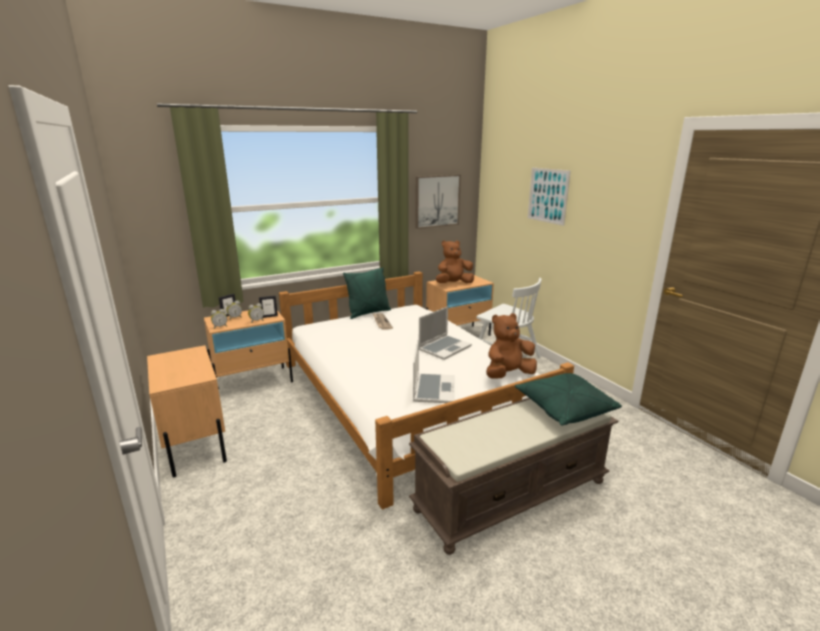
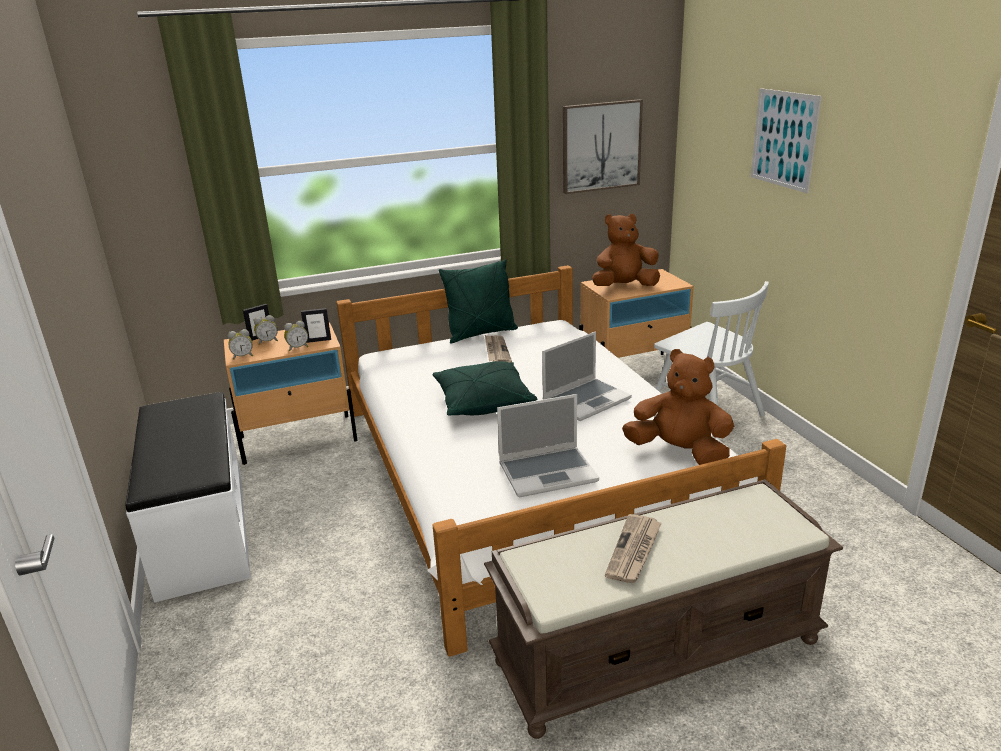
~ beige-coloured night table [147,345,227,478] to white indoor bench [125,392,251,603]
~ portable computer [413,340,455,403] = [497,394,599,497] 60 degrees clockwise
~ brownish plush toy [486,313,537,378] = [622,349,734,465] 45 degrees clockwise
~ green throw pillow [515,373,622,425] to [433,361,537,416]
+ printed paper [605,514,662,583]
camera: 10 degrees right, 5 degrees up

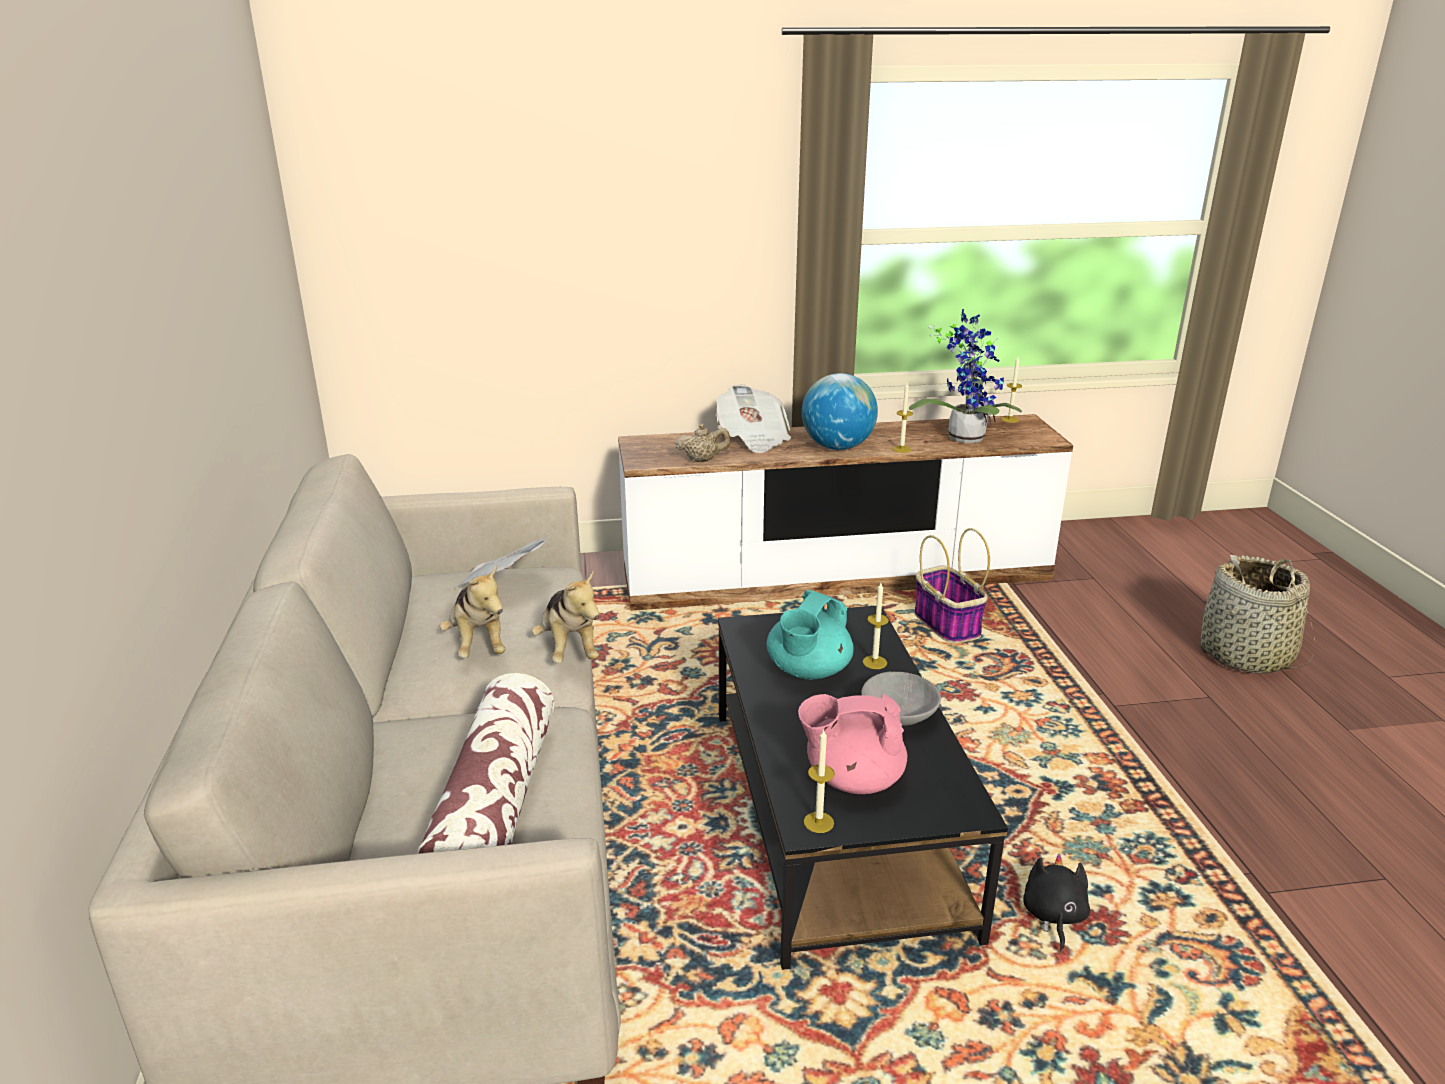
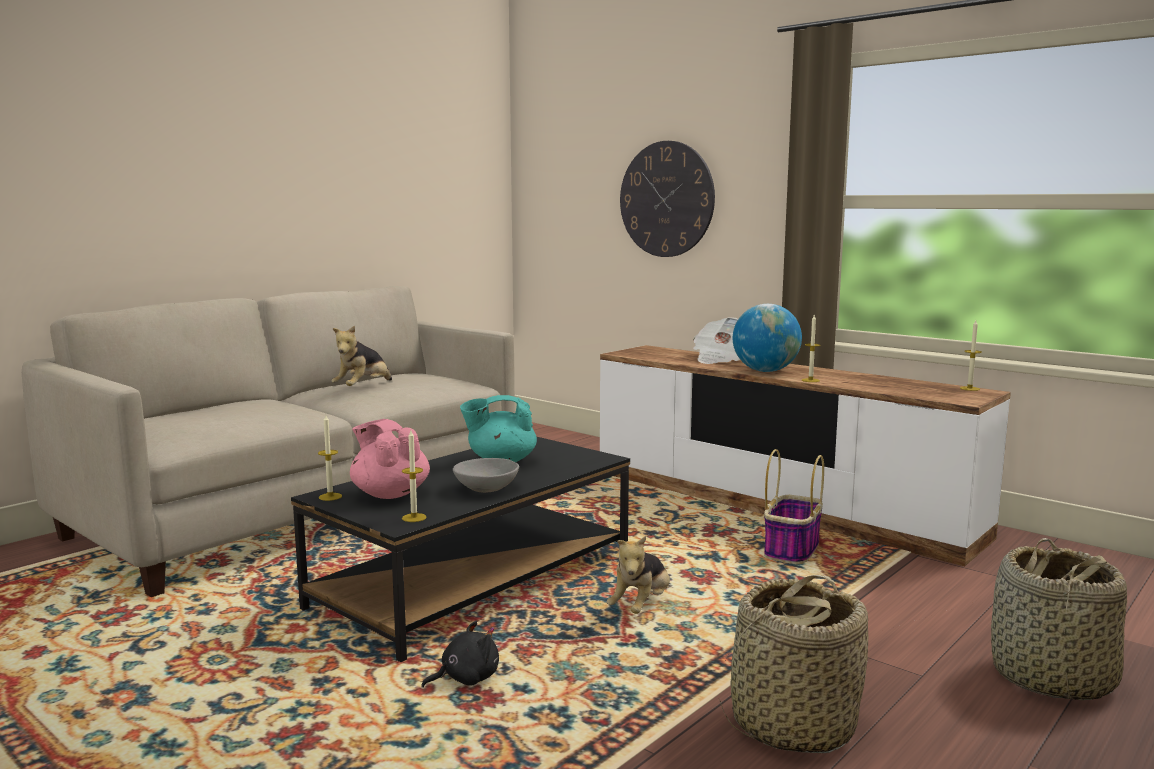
- throw pillow [416,673,554,854]
- printed paper [455,536,548,587]
~ plush toy [532,571,599,663] to [606,536,670,614]
- beige-coloured pot for tea [675,424,731,462]
~ wax candle [863,583,889,669] to [402,431,426,522]
- plant in a pot [909,309,1022,443]
+ hanging clock [620,141,715,257]
+ storage basket [719,575,868,753]
camera: 50 degrees right, 15 degrees down

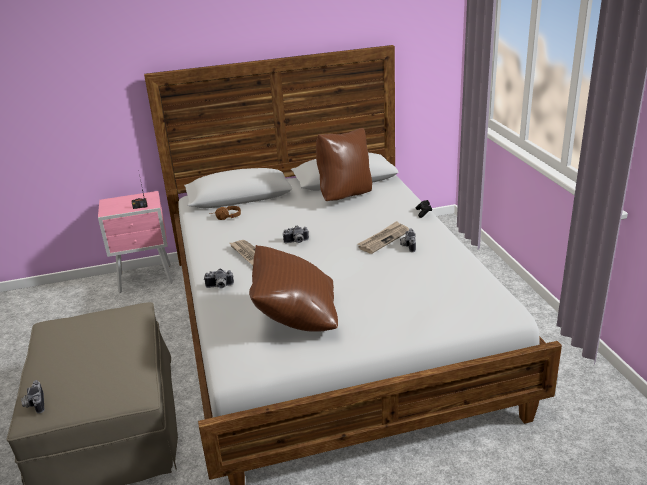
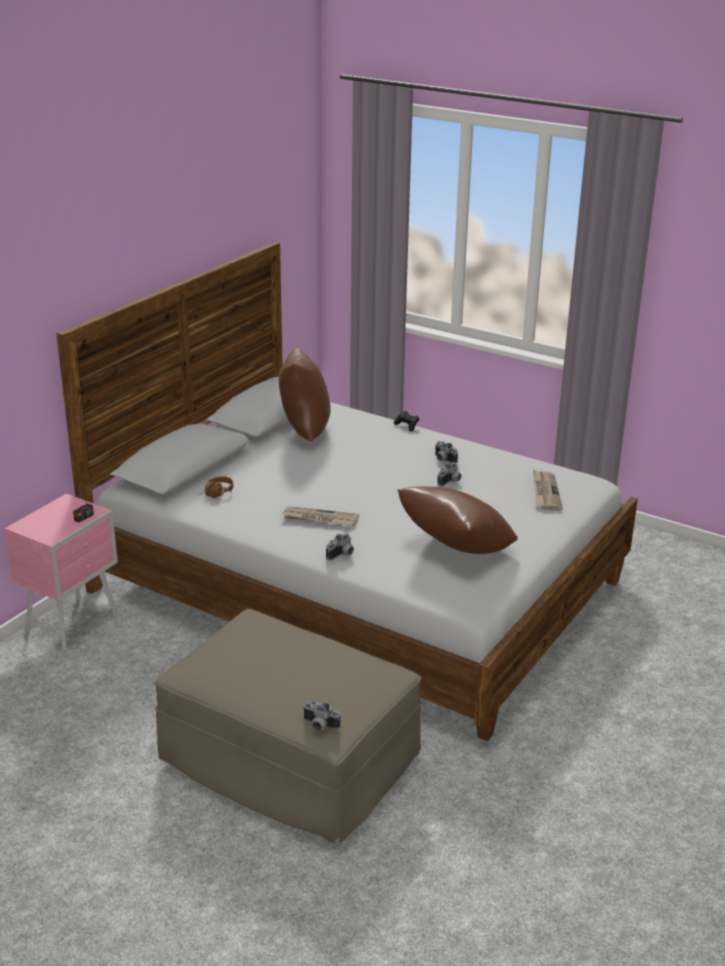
~ photo camera [283,226,309,243] to [437,462,462,487]
~ printed paper [358,221,409,254] to [533,470,563,510]
camera: 45 degrees left, 0 degrees up

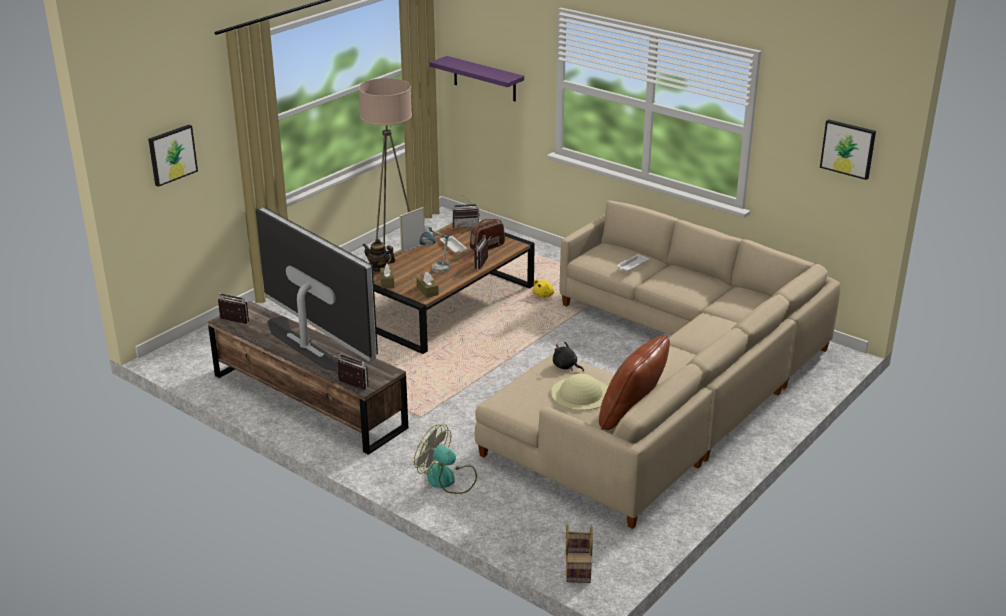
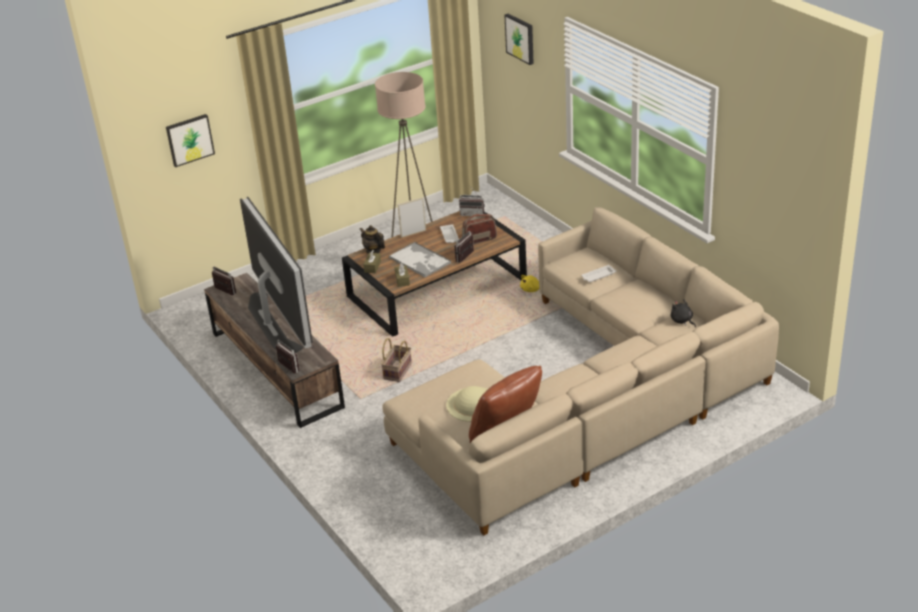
- electric fan [414,424,477,494]
~ tabletop lamp [419,225,449,273] to carrying tray [389,242,451,277]
- purple-coloured shelf [430,56,524,101]
~ black-coloured plush toy [553,342,584,371] to [671,299,696,327]
~ storage basket [565,524,593,583] to [381,338,412,383]
~ picture [820,119,876,180] to [504,14,534,65]
camera: 20 degrees right, 5 degrees up

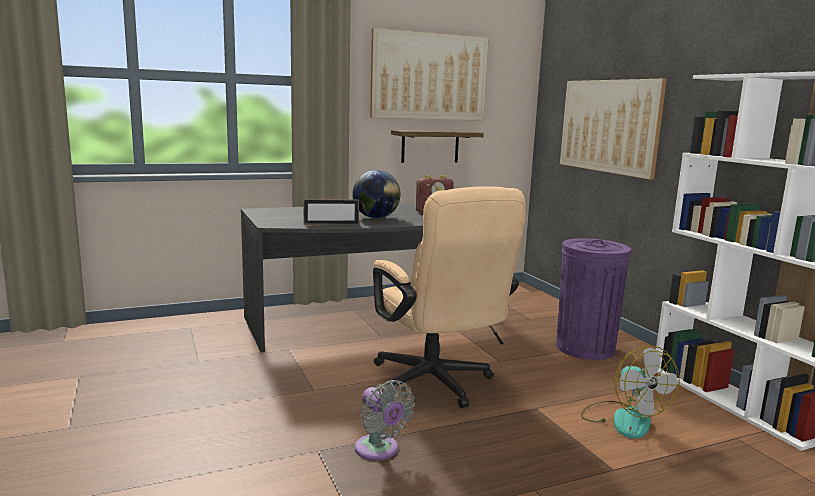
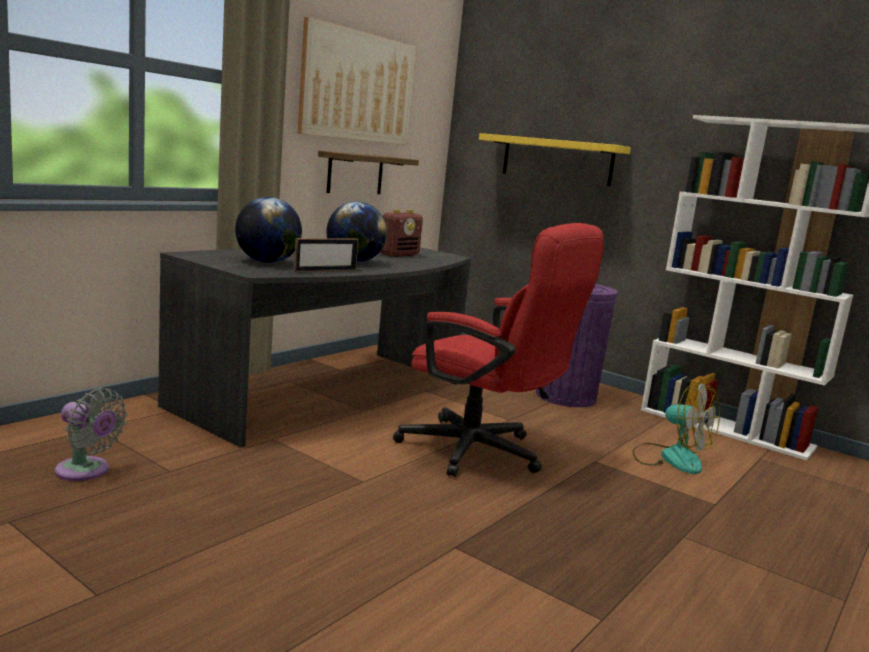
~ greyish electric fan [355,380,415,461] to [55,388,127,481]
~ beige-coloured computer chair [373,186,526,408] to red computer chair [393,223,604,477]
~ picture [560,79,667,180] to yellow-coloured shelf [479,133,631,186]
+ world globe [235,197,302,263]
camera: 30 degrees left, 0 degrees up

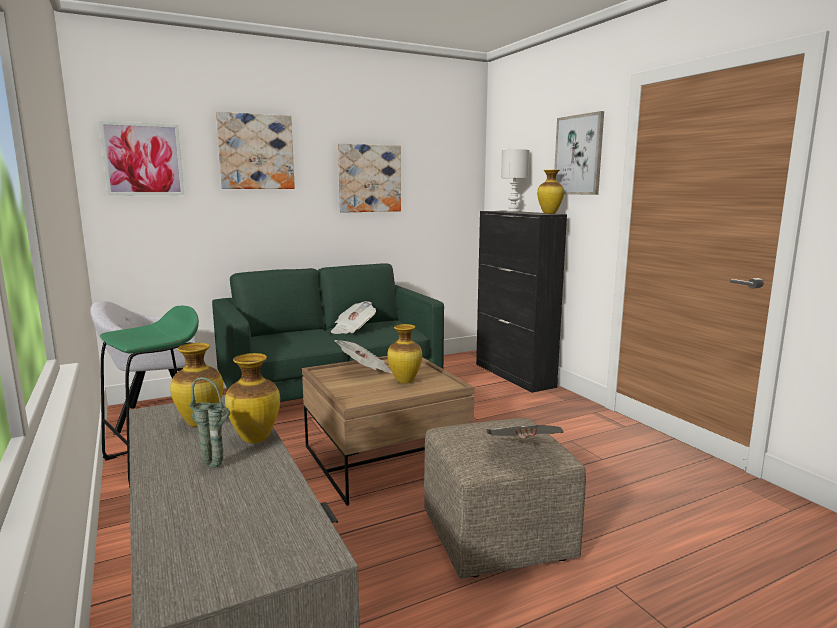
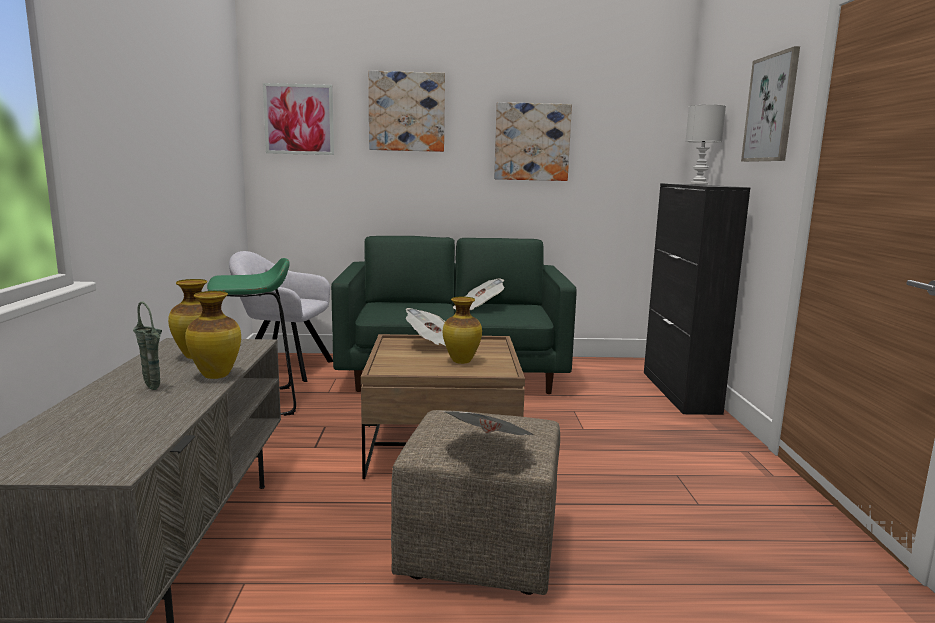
- decorative vase [537,170,564,214]
camera: 25 degrees right, 0 degrees up

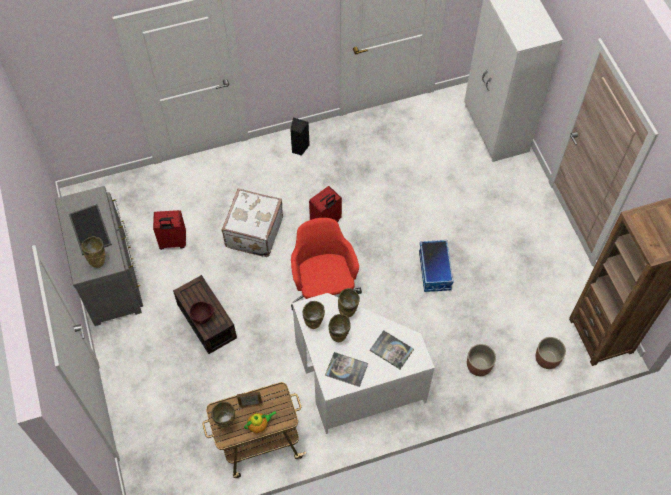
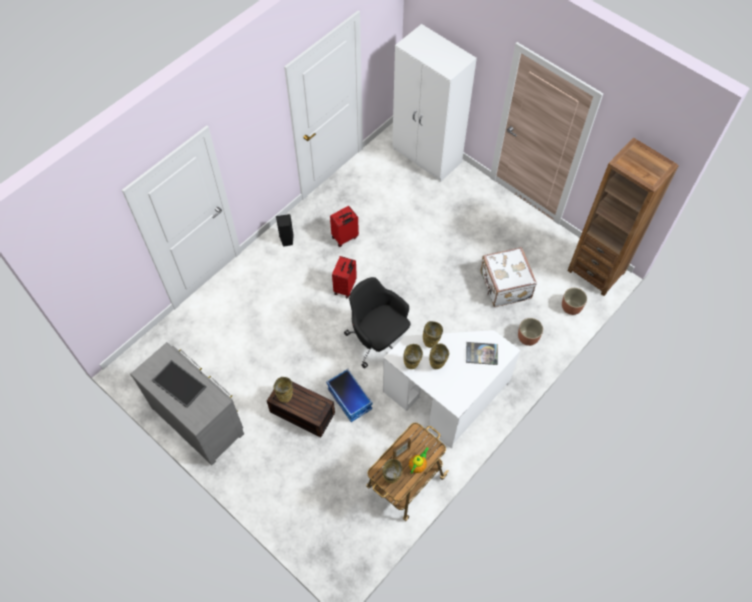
~ beige-coloured decorative vase [81,236,105,268] to [273,377,293,403]
~ red travel case [153,210,186,250] to [330,206,359,247]
- brownish serving bowl [189,301,214,324]
~ white travel case [222,188,283,257] to [480,247,537,307]
~ red computer chair [291,218,362,310] to black-coloured computer chair [344,277,411,369]
- bound book [325,352,368,387]
~ storage bin [419,240,454,292] to [326,369,372,422]
camera: 30 degrees left, 0 degrees up

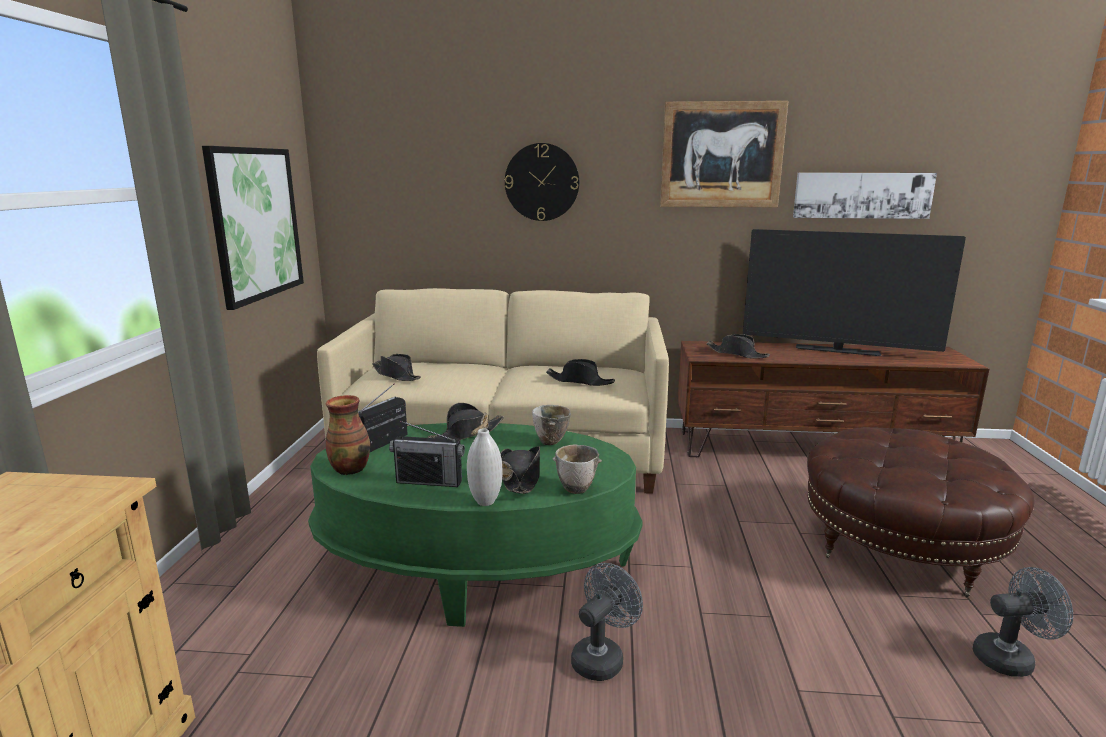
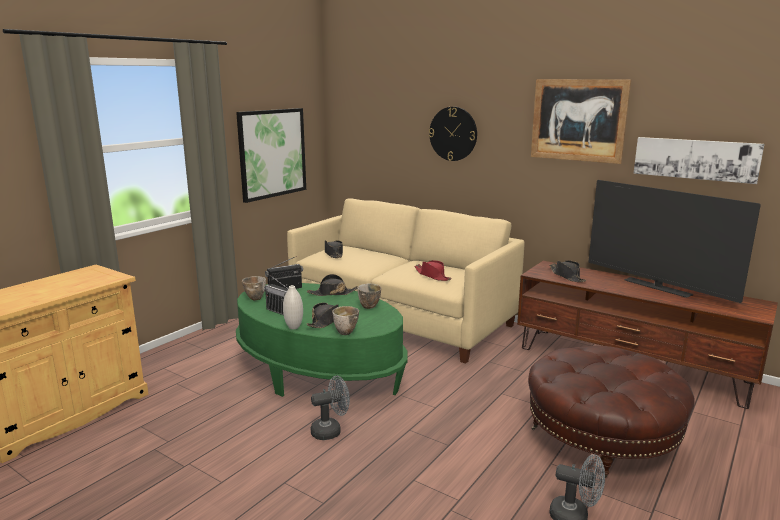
~ decorative vase [326,395,370,475] to serving bowl [242,276,266,301]
~ black-coloured wearable hat [546,359,615,386] to red wearable hat [414,260,452,281]
camera: 30 degrees right, 0 degrees up

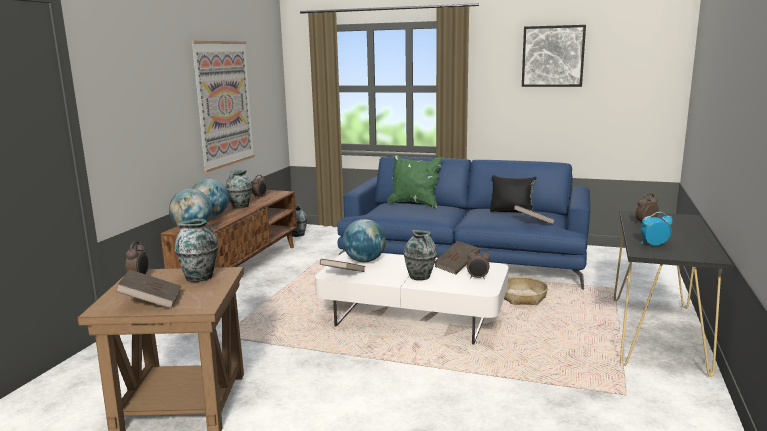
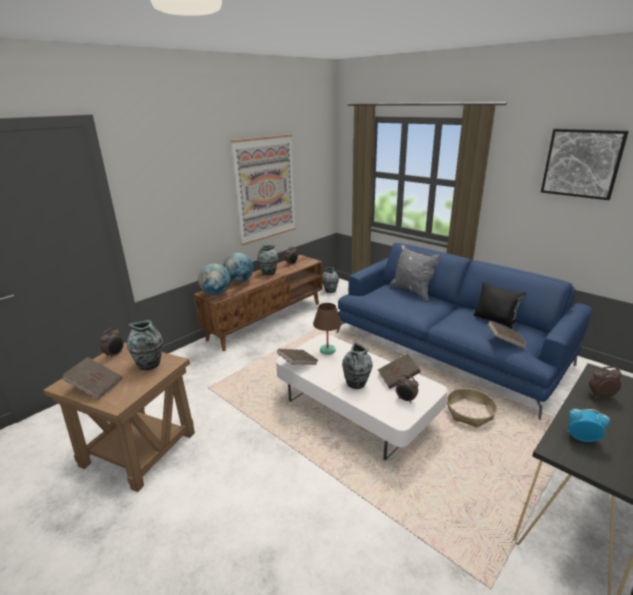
~ world globe [343,219,386,262] to brownish tabletop lamp [313,303,342,355]
~ green throw pillow [387,154,443,209] to greyish throw pillow [390,244,441,301]
camera: 25 degrees right, 10 degrees up

